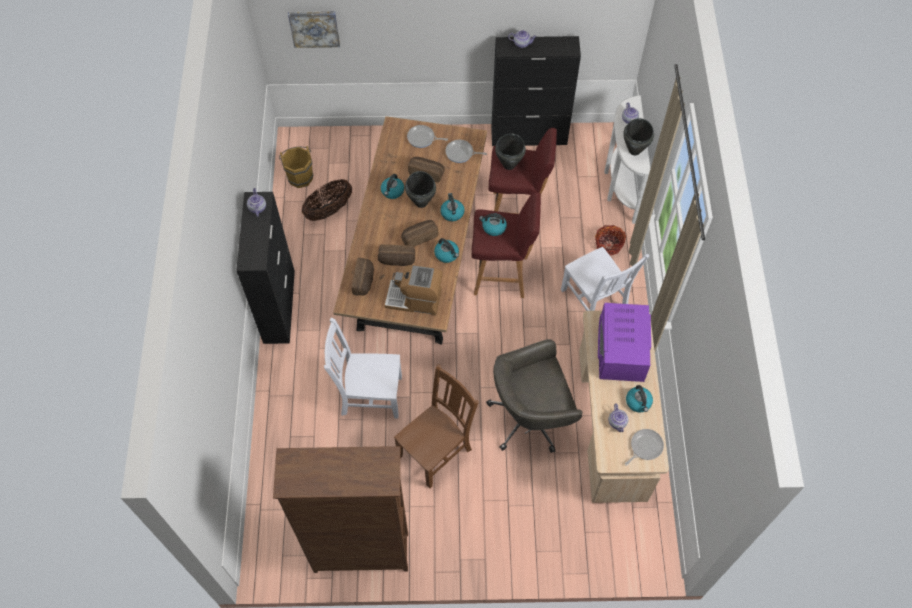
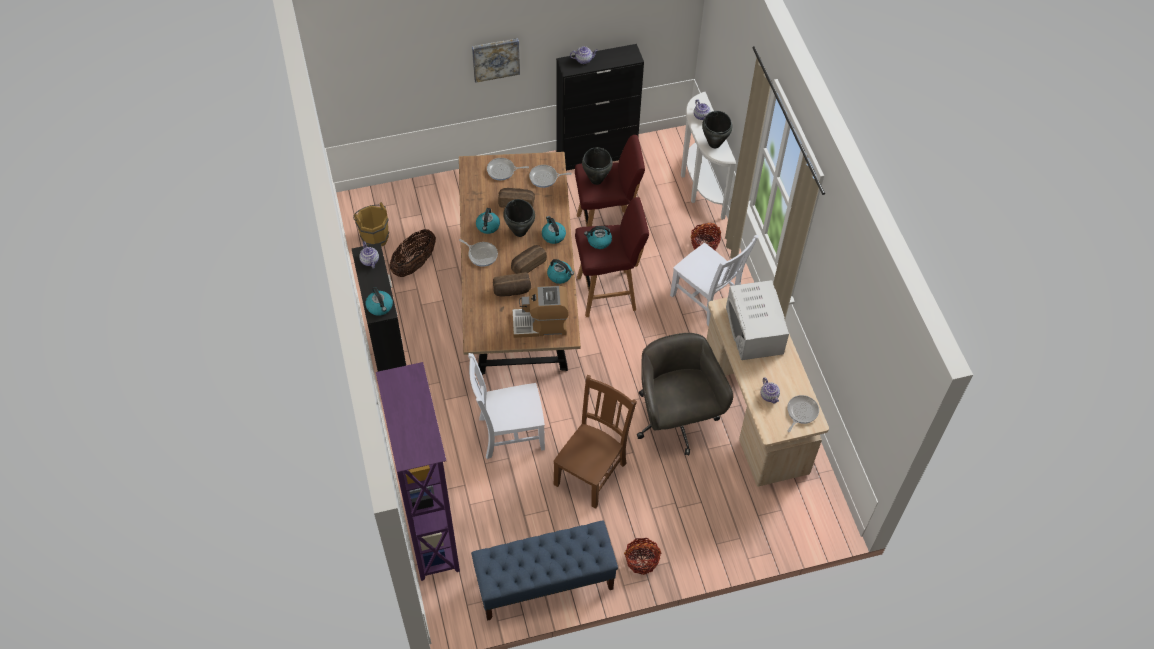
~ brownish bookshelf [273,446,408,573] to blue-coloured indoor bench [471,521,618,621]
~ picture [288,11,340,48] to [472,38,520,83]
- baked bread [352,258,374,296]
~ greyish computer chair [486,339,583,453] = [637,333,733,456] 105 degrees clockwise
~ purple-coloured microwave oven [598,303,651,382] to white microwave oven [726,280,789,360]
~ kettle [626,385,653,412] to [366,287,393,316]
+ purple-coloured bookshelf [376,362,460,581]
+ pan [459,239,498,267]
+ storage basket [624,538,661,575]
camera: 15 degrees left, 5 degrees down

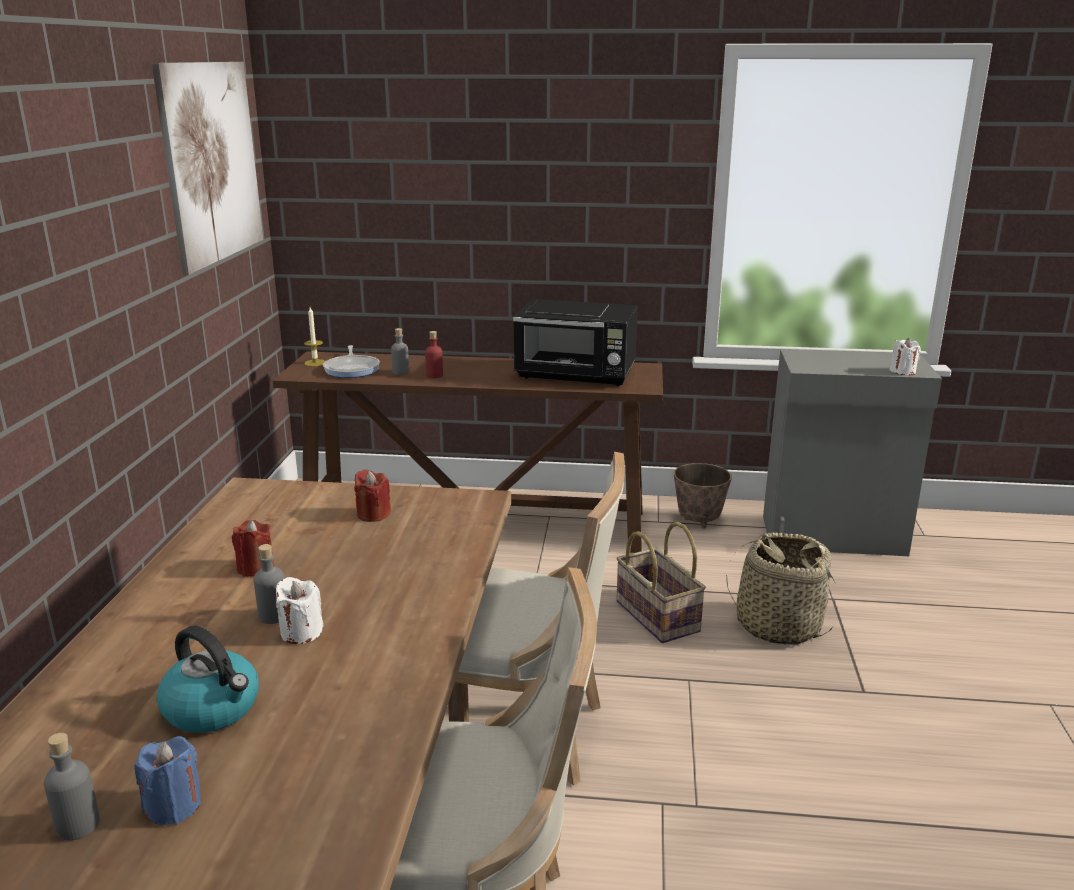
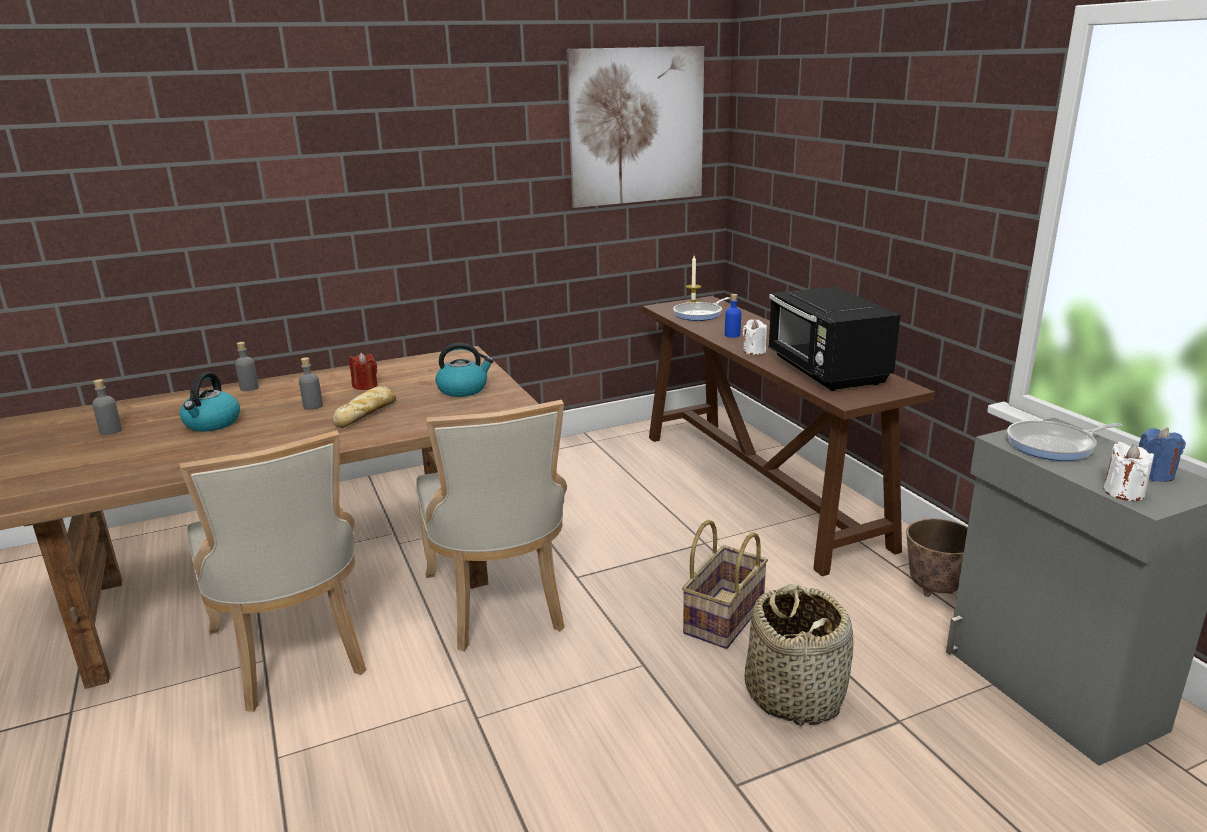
~ blue-coloured wax candle [134,736,201,825] to [1138,428,1186,482]
~ white wax candle [276,577,323,644] to [743,319,767,355]
~ red wax candle [355,469,391,522] to kettle [435,343,494,397]
~ greyish beverage bottle [391,328,409,375] to [235,342,259,391]
~ red beverage bottle [425,331,443,378] to blue-coloured beverage bottle [725,294,741,338]
+ baked bread [332,386,396,428]
+ pan [1007,420,1123,461]
camera: 60 degrees right, 0 degrees up

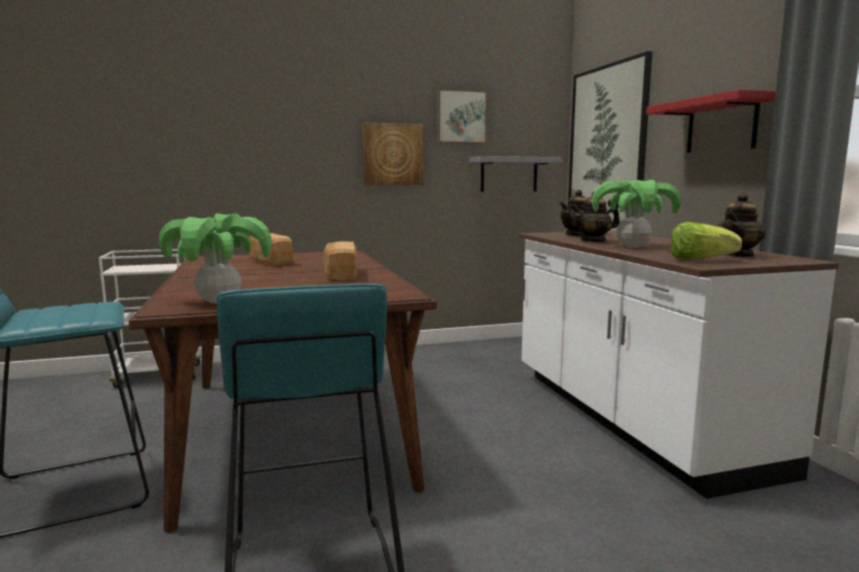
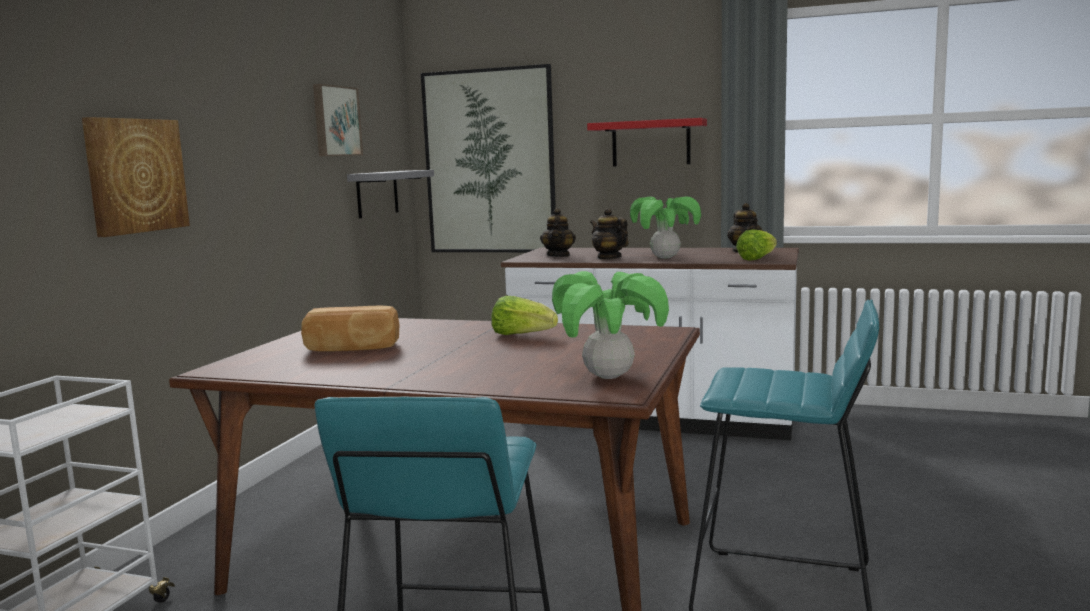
~ baked bread [324,241,357,280] to lettuce head [491,296,558,335]
~ picture [362,123,423,185] to [82,117,190,237]
~ pot for tea [570,191,620,242] = [590,208,629,260] 120 degrees clockwise
camera: 55 degrees left, 0 degrees up

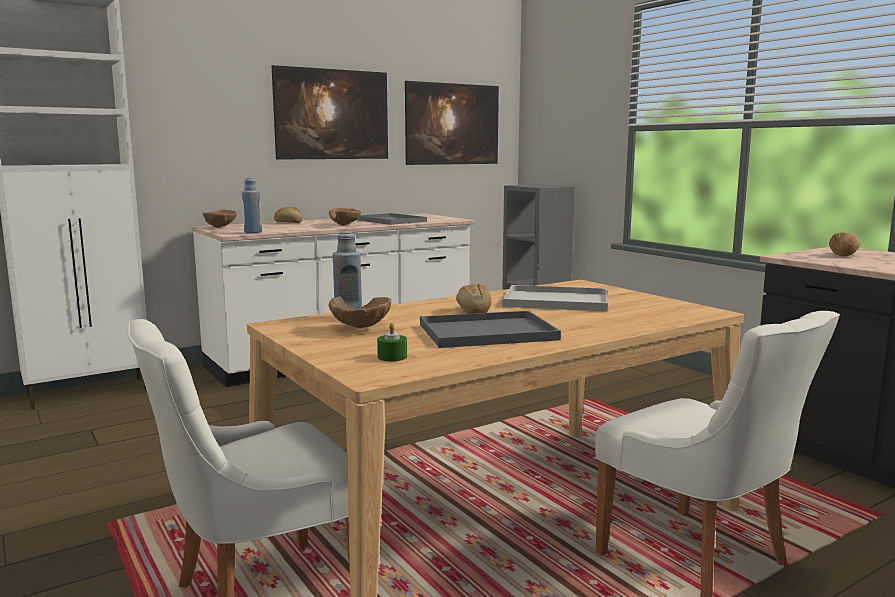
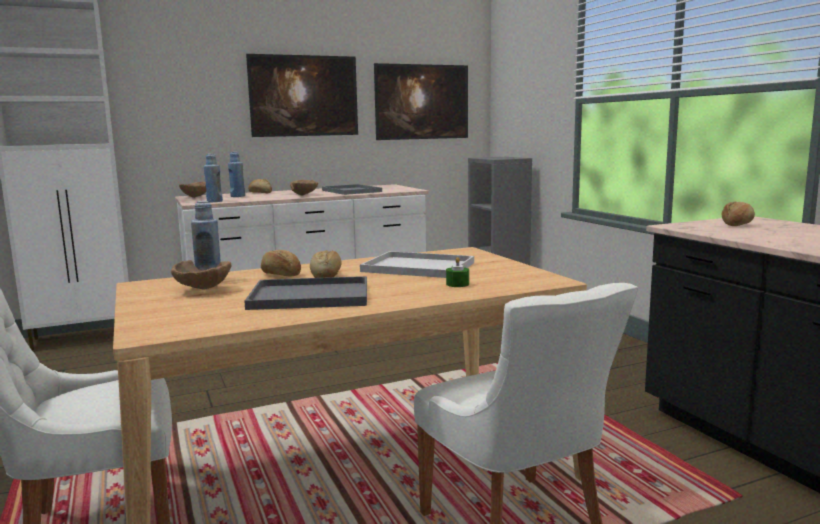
~ green wax candle [377,323,407,361] to [446,257,469,287]
+ blue-coloured beverage bottle [228,152,245,197]
+ baked bread [261,250,301,276]
camera: 10 degrees right, 0 degrees up

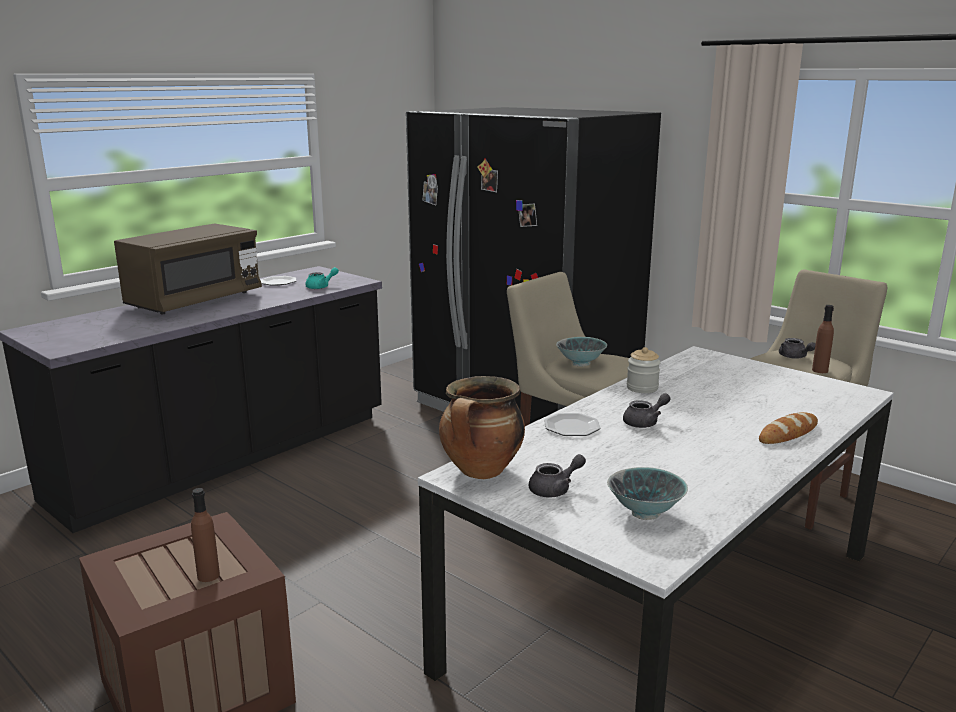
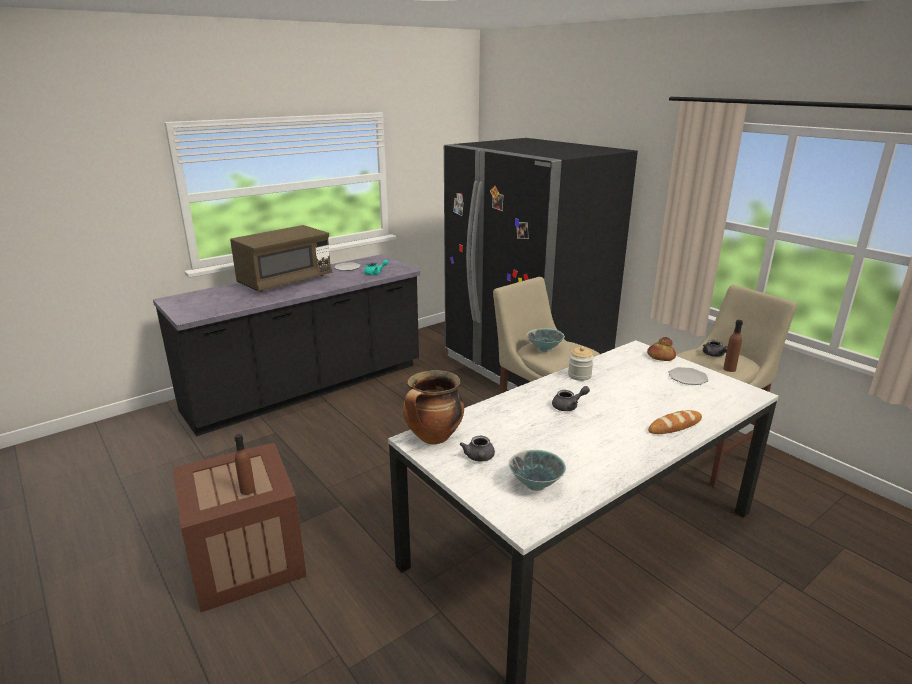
~ greyish pot for tea [529,454,586,498] = [460,436,495,462] 105 degrees clockwise
~ dinner plate [544,413,600,436] to [669,367,709,385]
+ baked bread [647,337,676,361]
camera: 10 degrees right, 5 degrees up

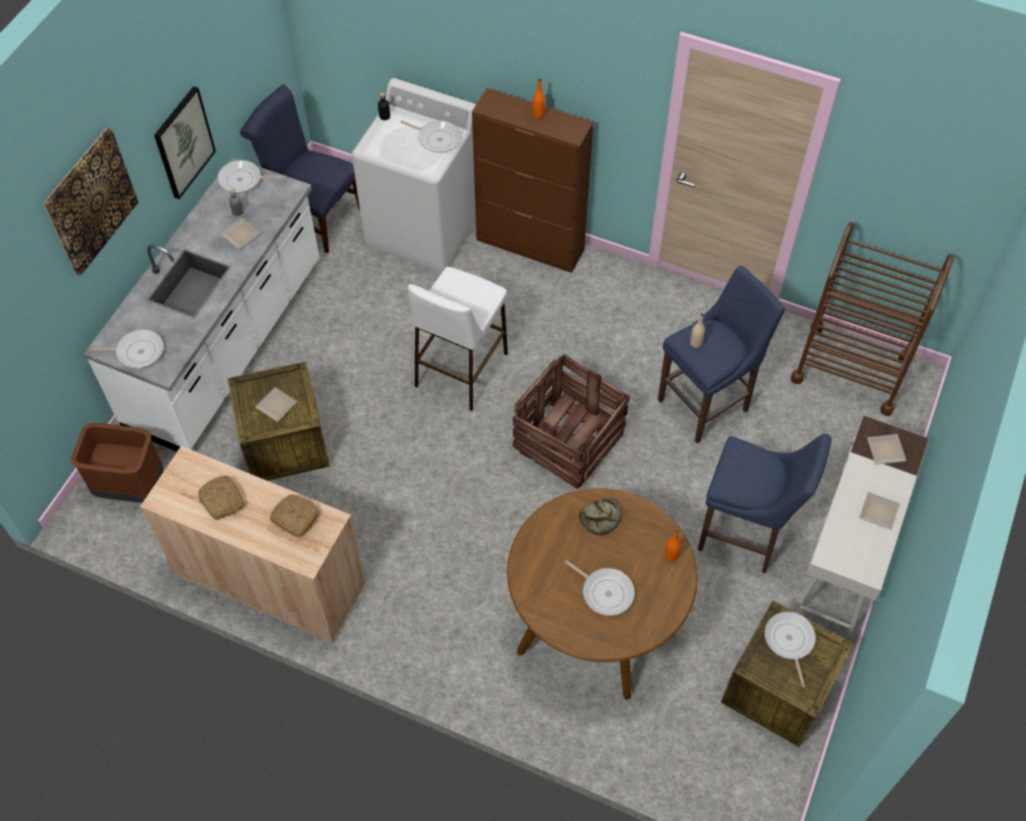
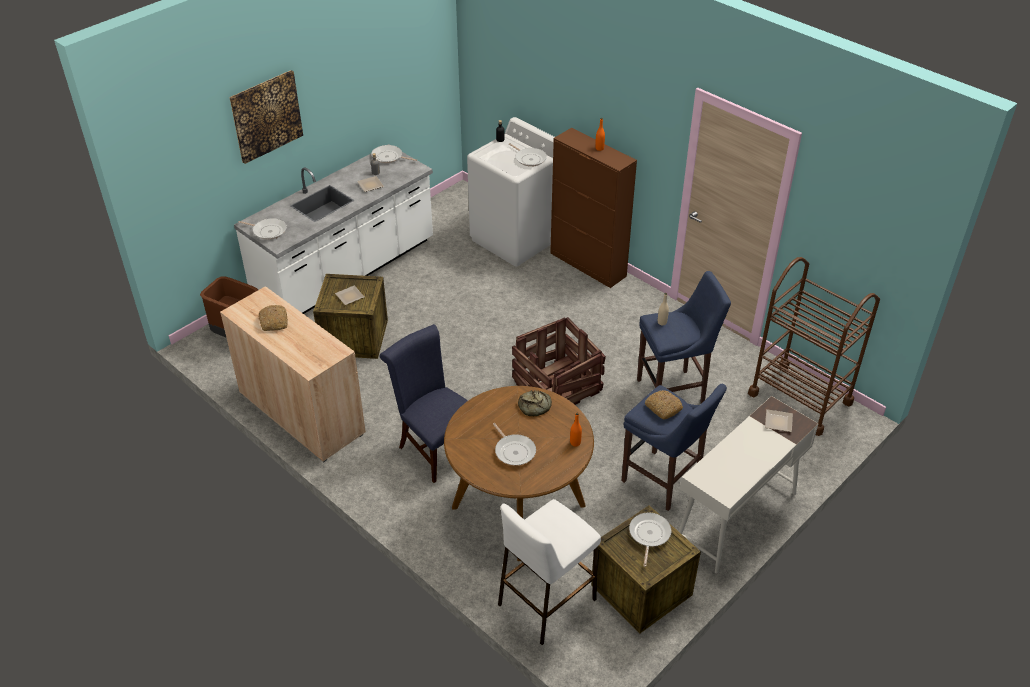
- picture [154,86,216,199]
~ blue-coloured chair [240,84,360,253] to [379,324,468,483]
~ baked bread [270,494,320,537] to [644,390,683,419]
~ white stool [408,267,508,411] to [498,499,601,645]
- dinner plate [859,492,900,530]
camera: 20 degrees right, 15 degrees down

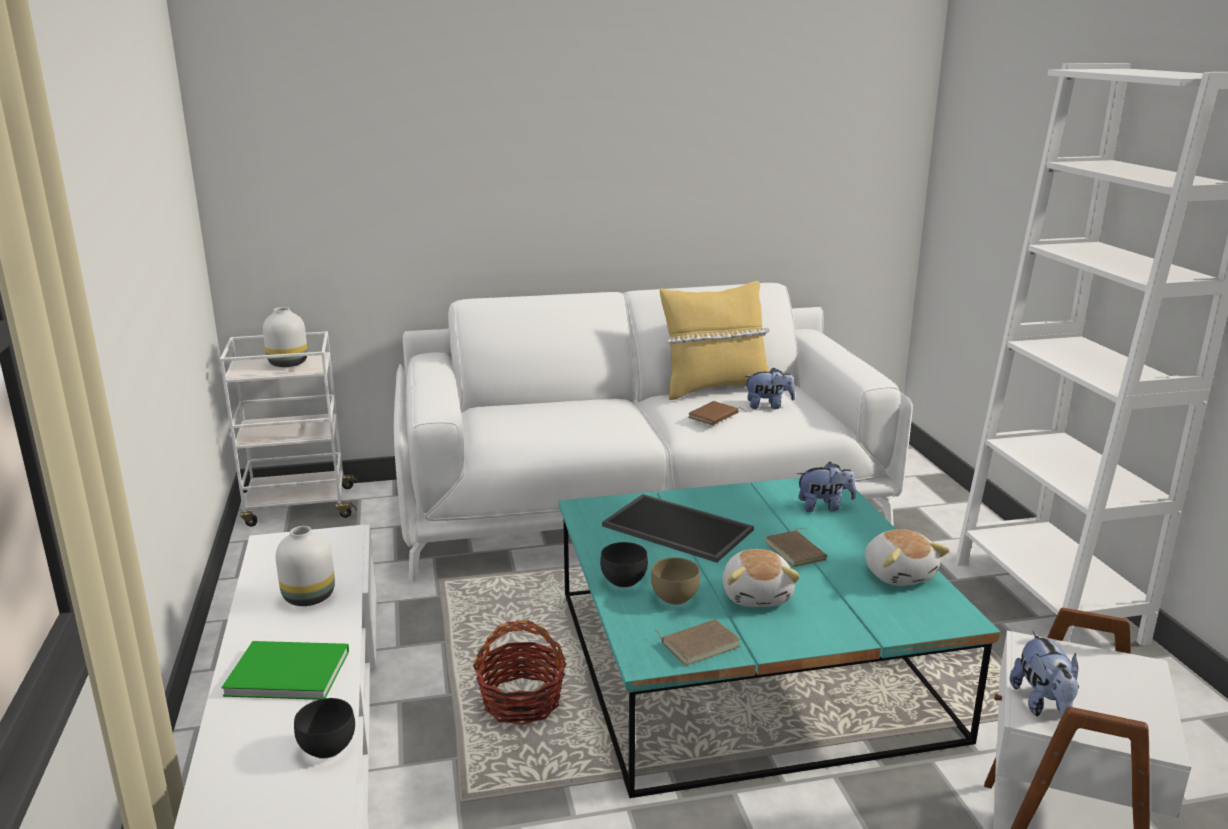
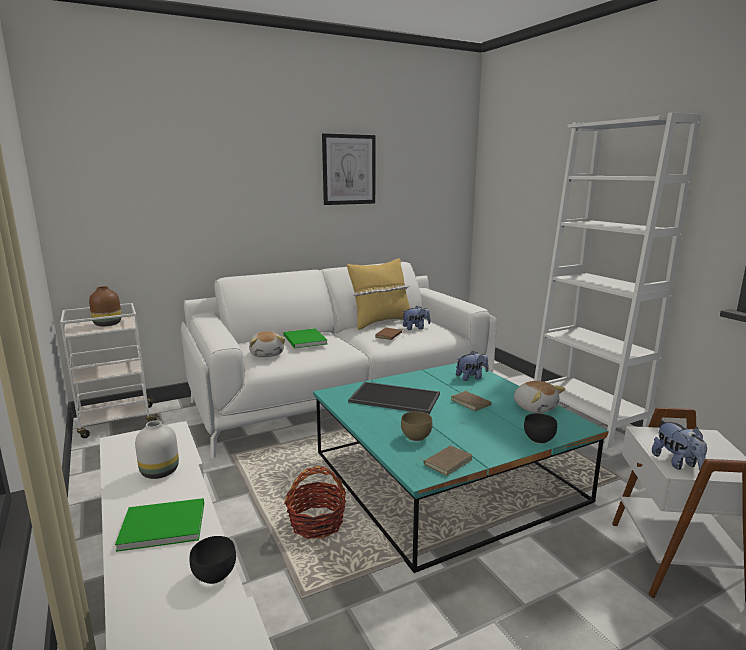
~ white decorative vase [263,307,308,367] to brownish decorative vase [89,286,121,326]
~ black-coloured serving bowl [600,542,648,588] to [524,413,557,444]
~ plush toy [723,549,800,607] to [249,331,285,357]
+ green bound book [283,328,327,348]
+ picture [322,133,375,205]
camera: 15 degrees left, 5 degrees down

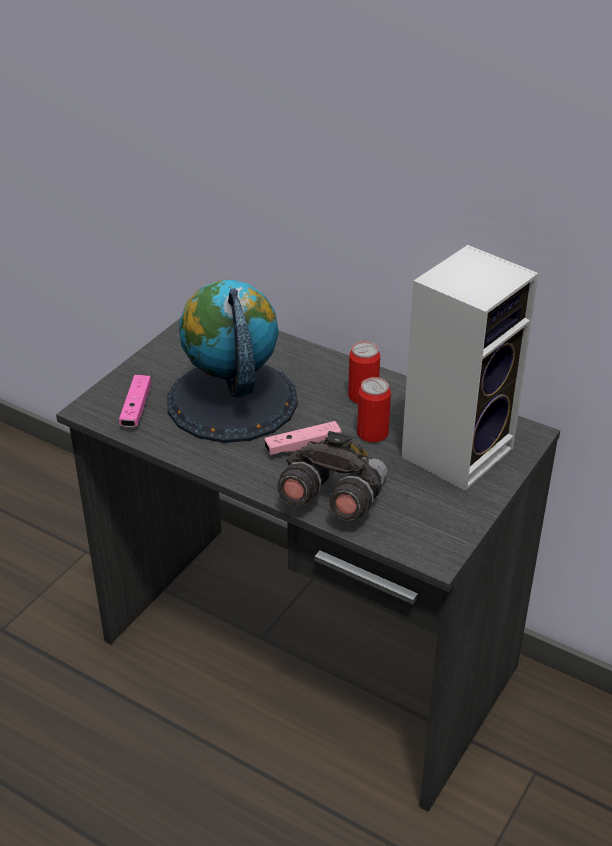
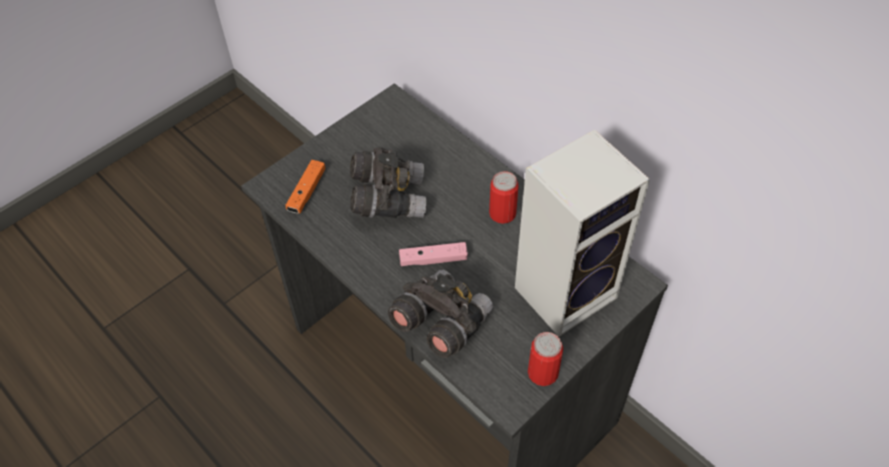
~ pinkish joypad [119,375,151,427] to orange joypad [285,160,325,214]
~ world globe [167,280,298,443] to greyish binoculars [350,147,427,218]
~ can [357,377,391,443] to [528,332,563,386]
camera: 15 degrees right, 15 degrees up

